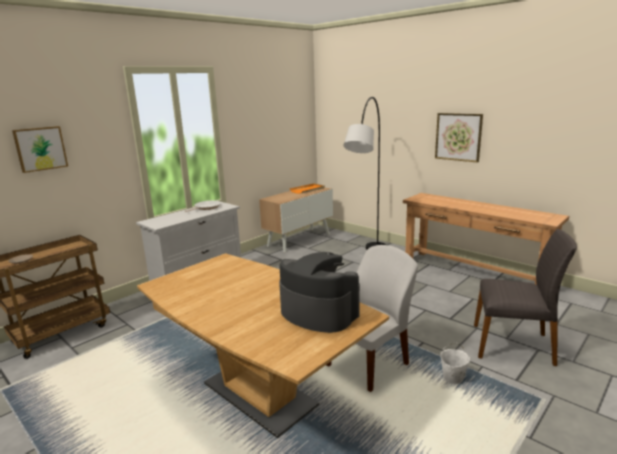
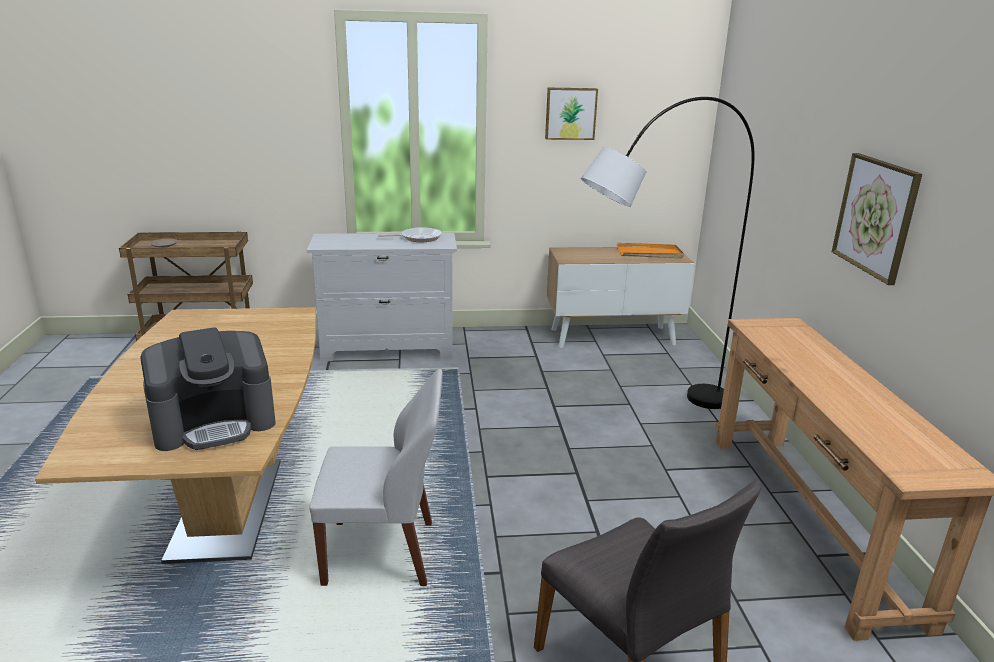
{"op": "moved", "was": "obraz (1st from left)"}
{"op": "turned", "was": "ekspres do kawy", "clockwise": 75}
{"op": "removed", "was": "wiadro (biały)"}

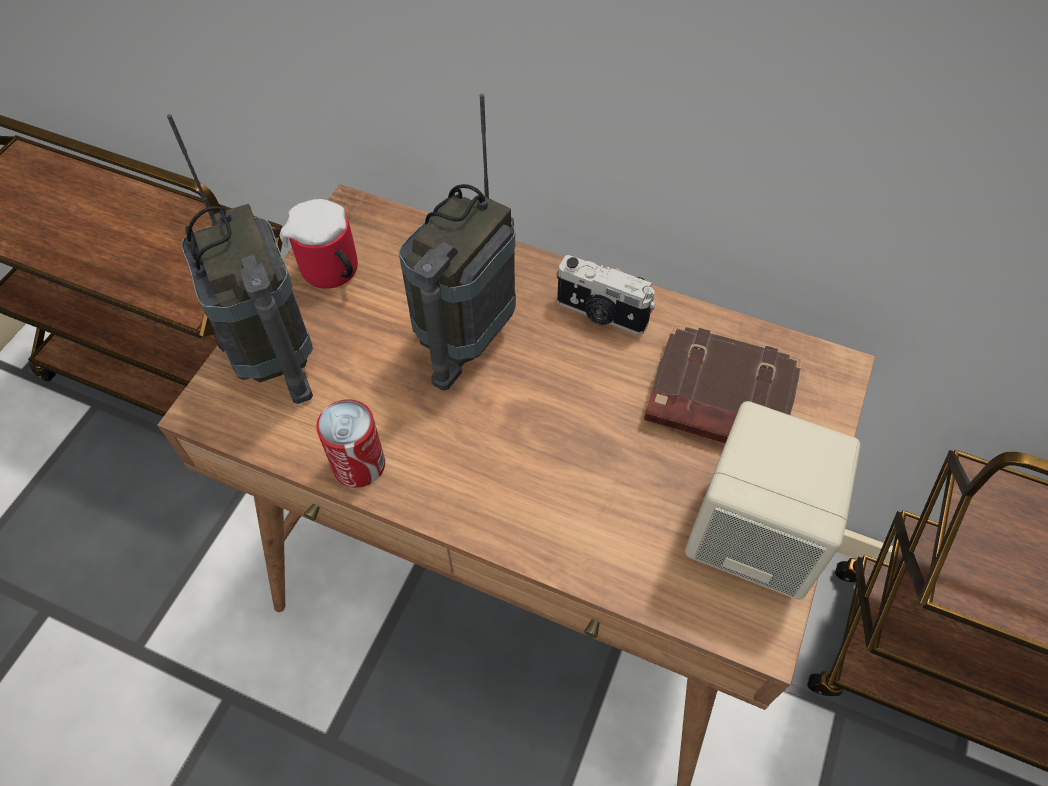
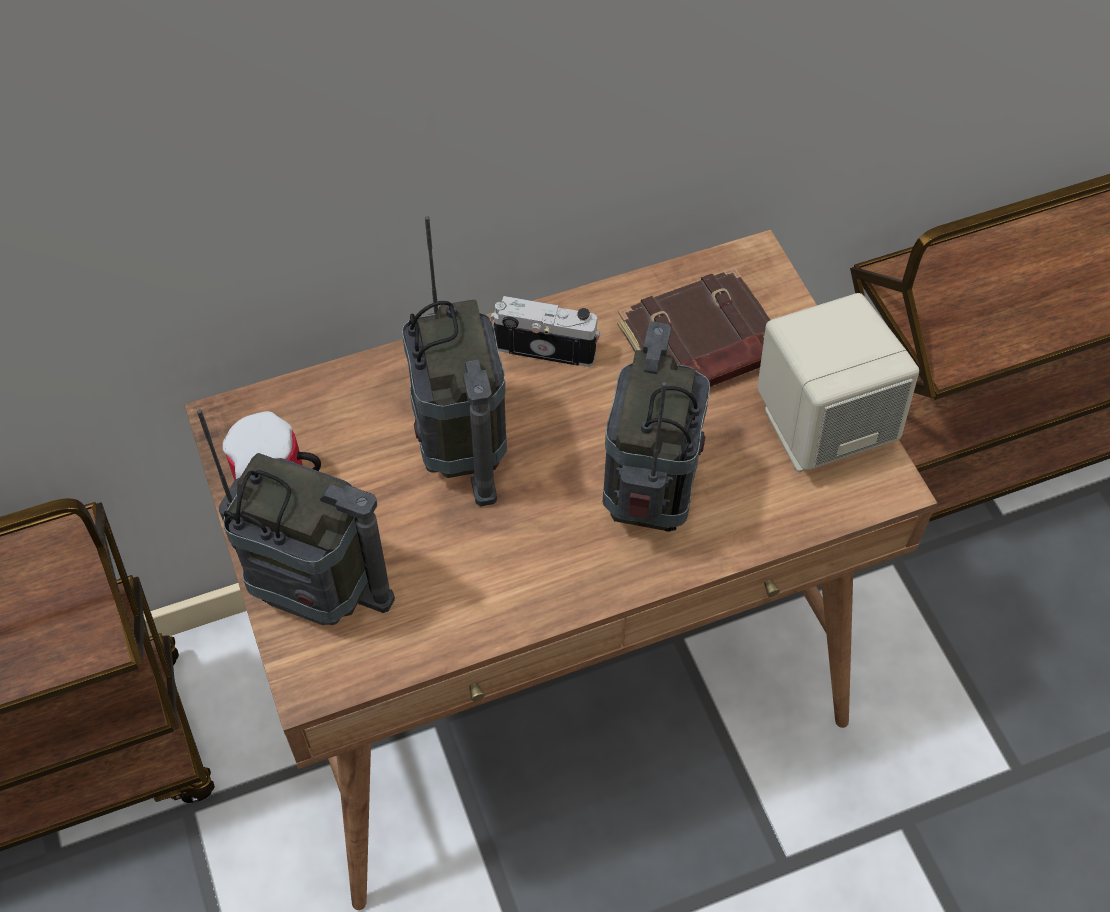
{"op": "turned", "was": "aparat fotograficzny", "clockwise": -150}
{"op": "removed", "was": "puszka"}
{"op": "added", "now": "radio (3rd from left)"}

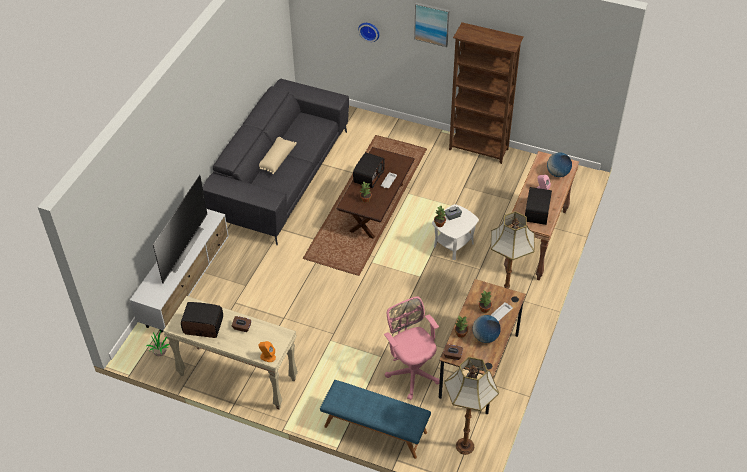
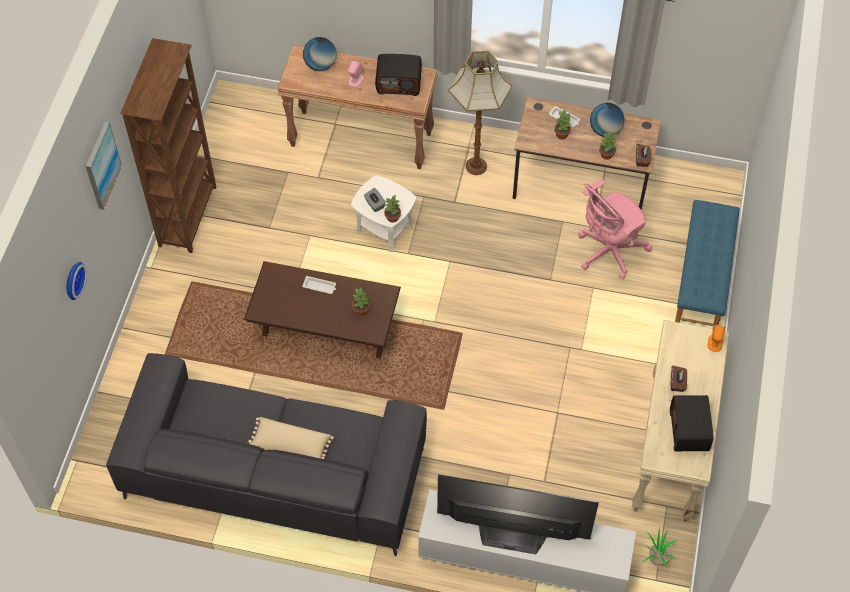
{"op": "removed", "was": "radio (2nd from left)"}
{"op": "removed", "was": "lampa stojąca (1st from left)"}

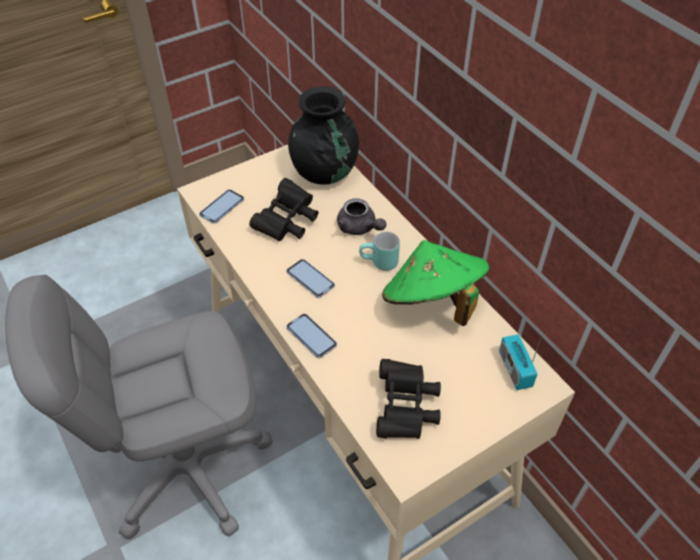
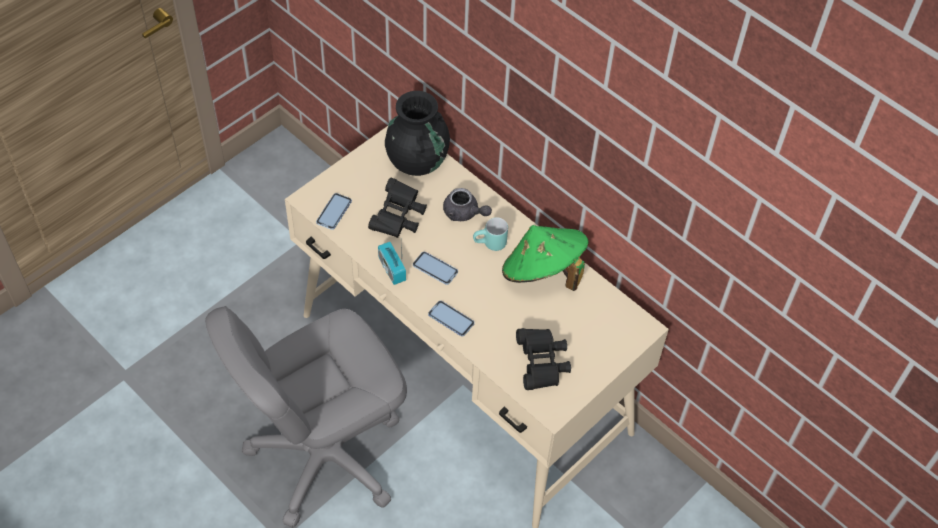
{"op": "moved", "was": "radio"}

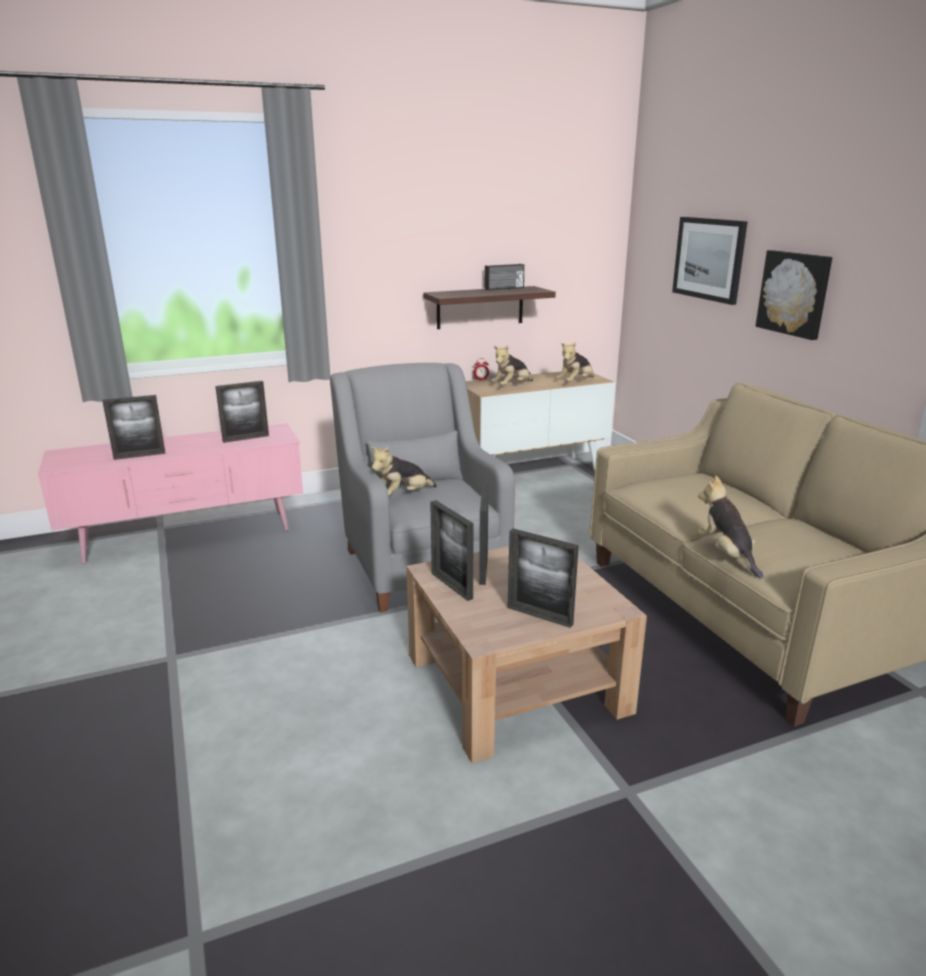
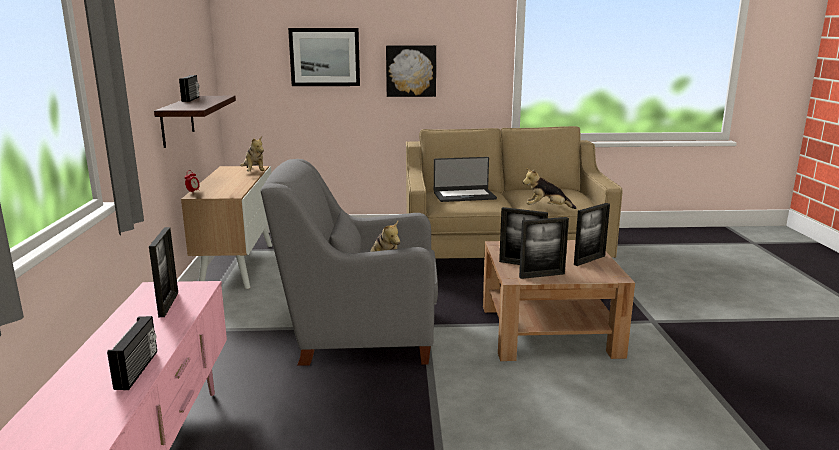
{"op": "removed", "was": "pluszak (2nd from left)"}
{"op": "replaced", "was": "ramka na zdjęcie (1st from left)", "now": "radio (1st from left)"}
{"op": "added", "now": "laptop"}

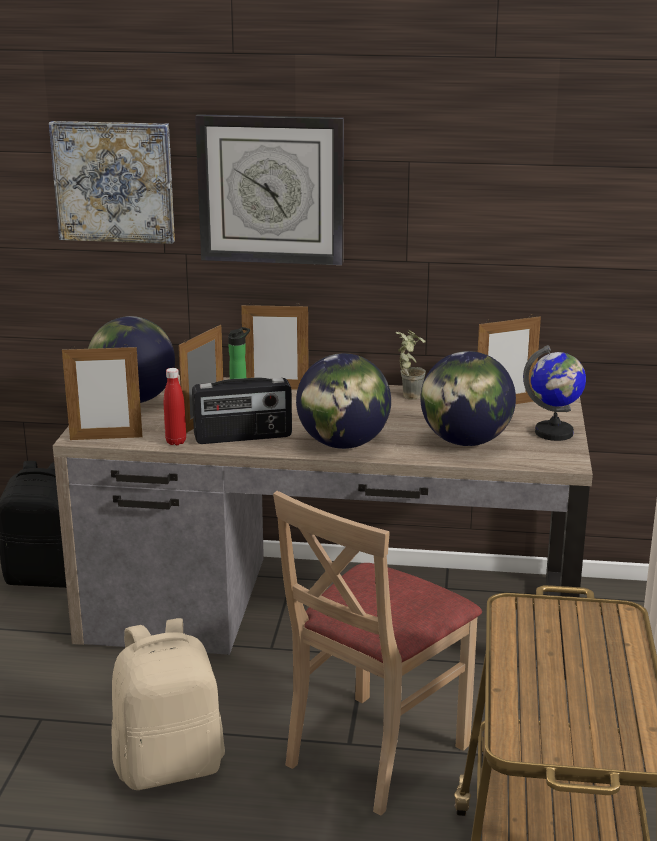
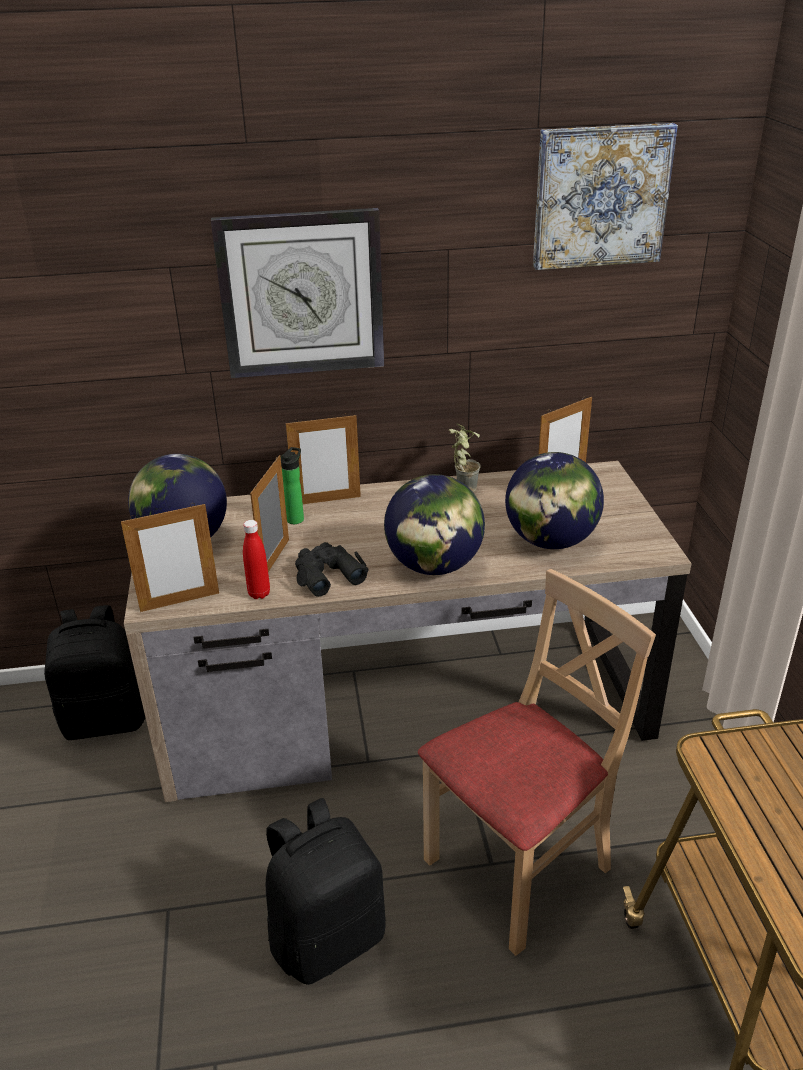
{"op": "moved", "was": "obraz"}
{"op": "removed", "was": "globus (4th from left)"}
{"op": "replaced", "was": "radio", "now": "lornetka (czarny)"}
{"op": "turned", "was": "krzesło (beżowy)", "clockwise": -150}
{"op": "recoloured", "was": "plecak (beżowy)", "now": "plecak (czarny) (2nd from left)"}

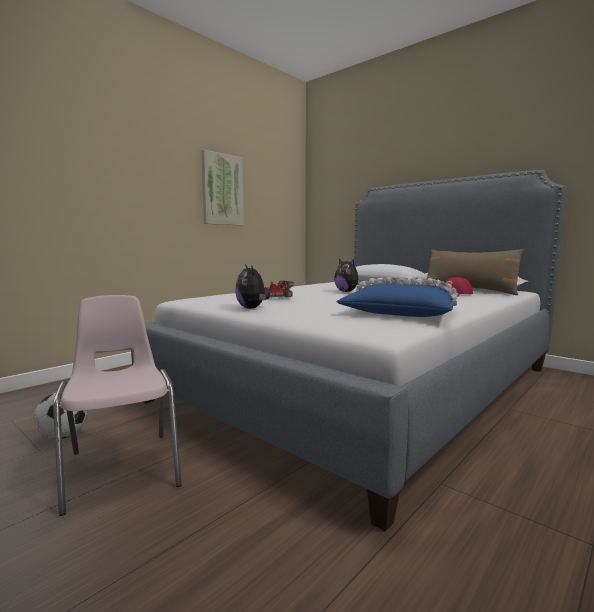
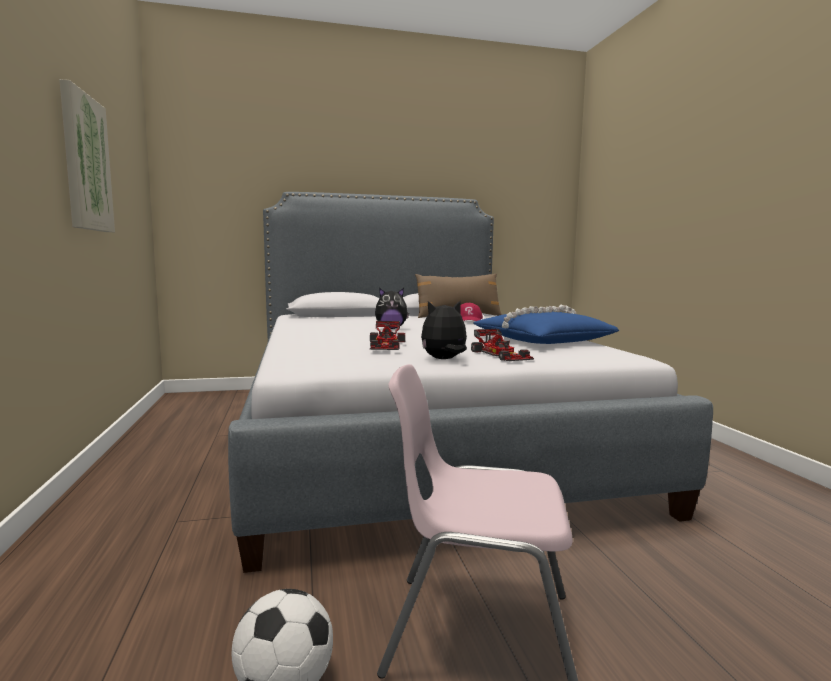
{"op": "turned", "was": "pluszak (1st from left in the first image)", "clockwise": 150}
{"op": "added", "now": "samochodzik (2nd from left)"}

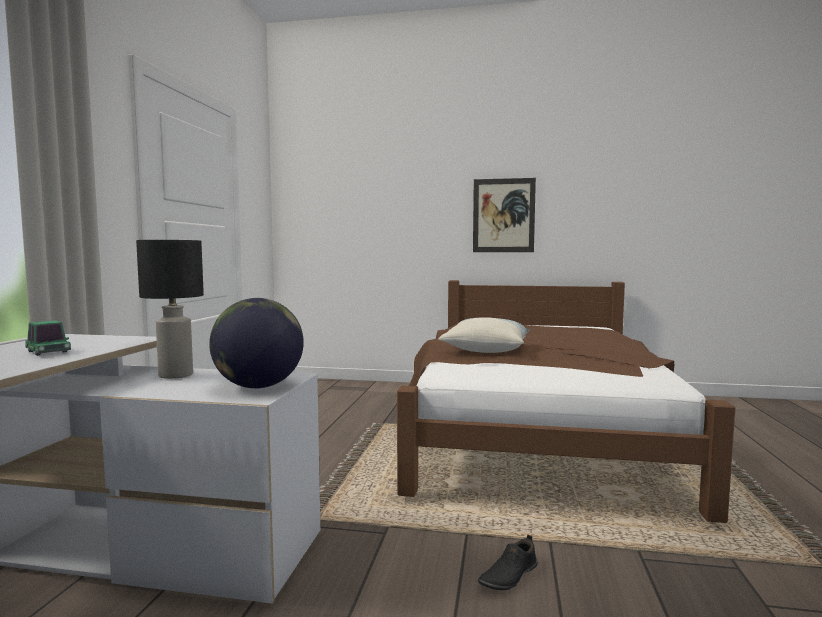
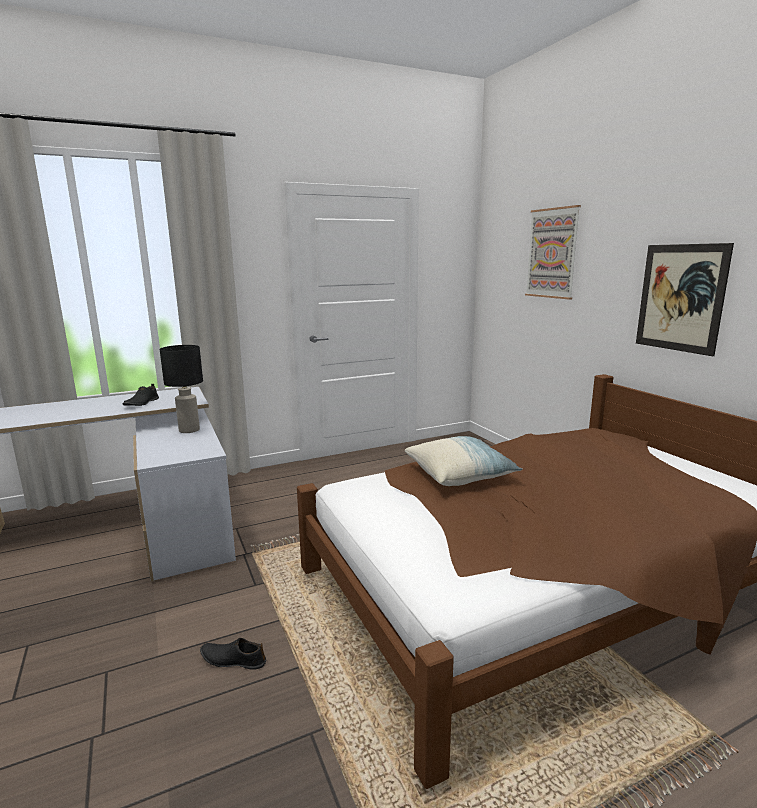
{"op": "removed", "was": "globus"}
{"op": "replaced", "was": "samochodzik", "now": "but (czarny) (1st from left)"}
{"op": "added", "now": "obraz (1st from left)"}

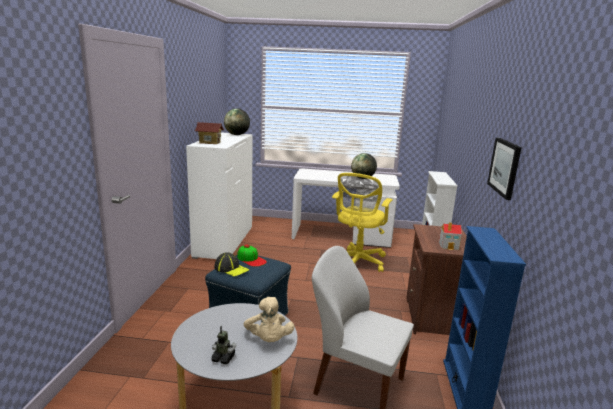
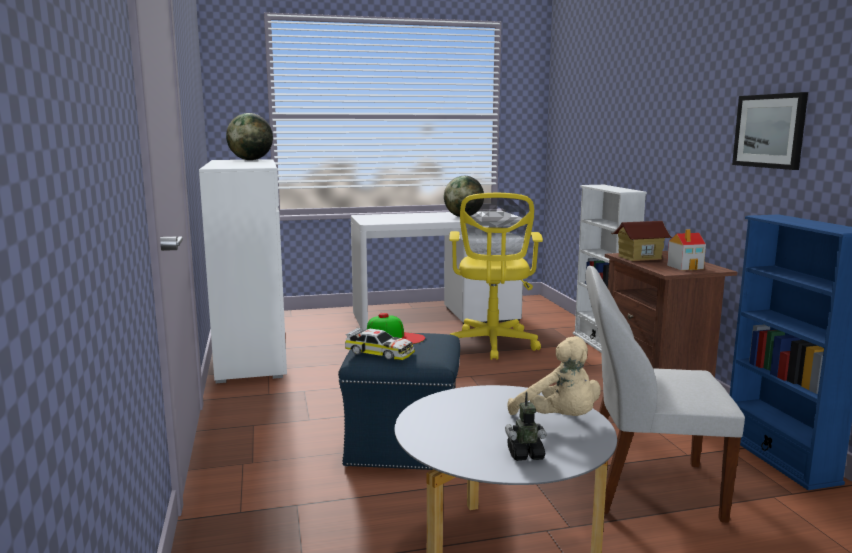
{"op": "moved", "was": "domek (1st from left)"}
{"op": "replaced", "was": "czapka z daszkiem (1st from left)", "now": "samochodzik"}

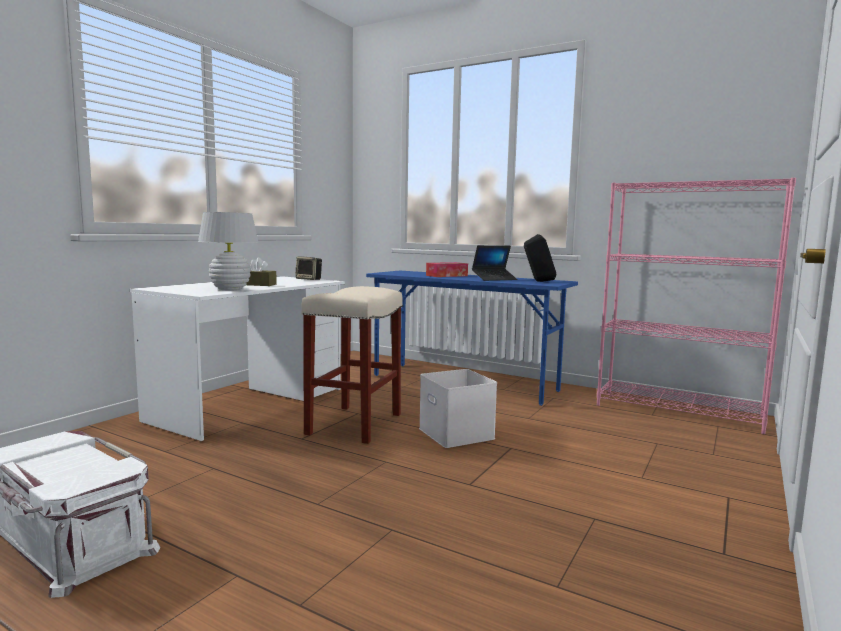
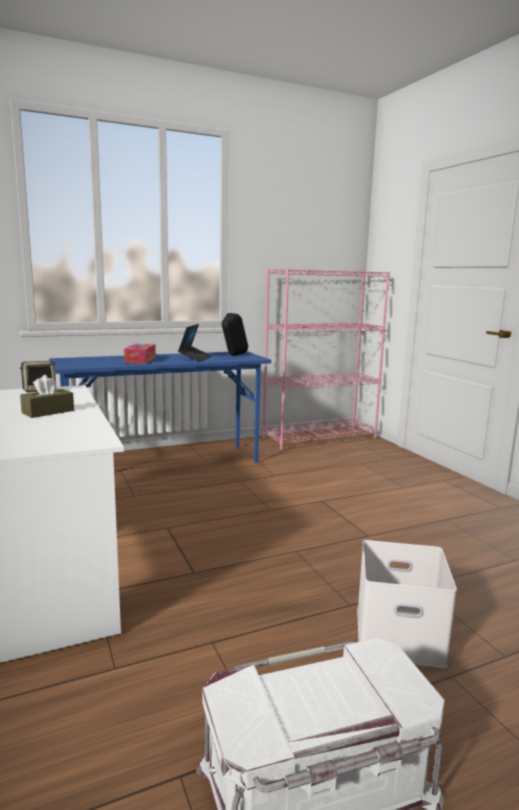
{"op": "removed", "was": "lampa stołowa (biały)"}
{"op": "removed", "was": "stołek (beżowy)"}
{"op": "moved", "was": "pojemnik do przechowywania (biały) (2nd from left)"}

